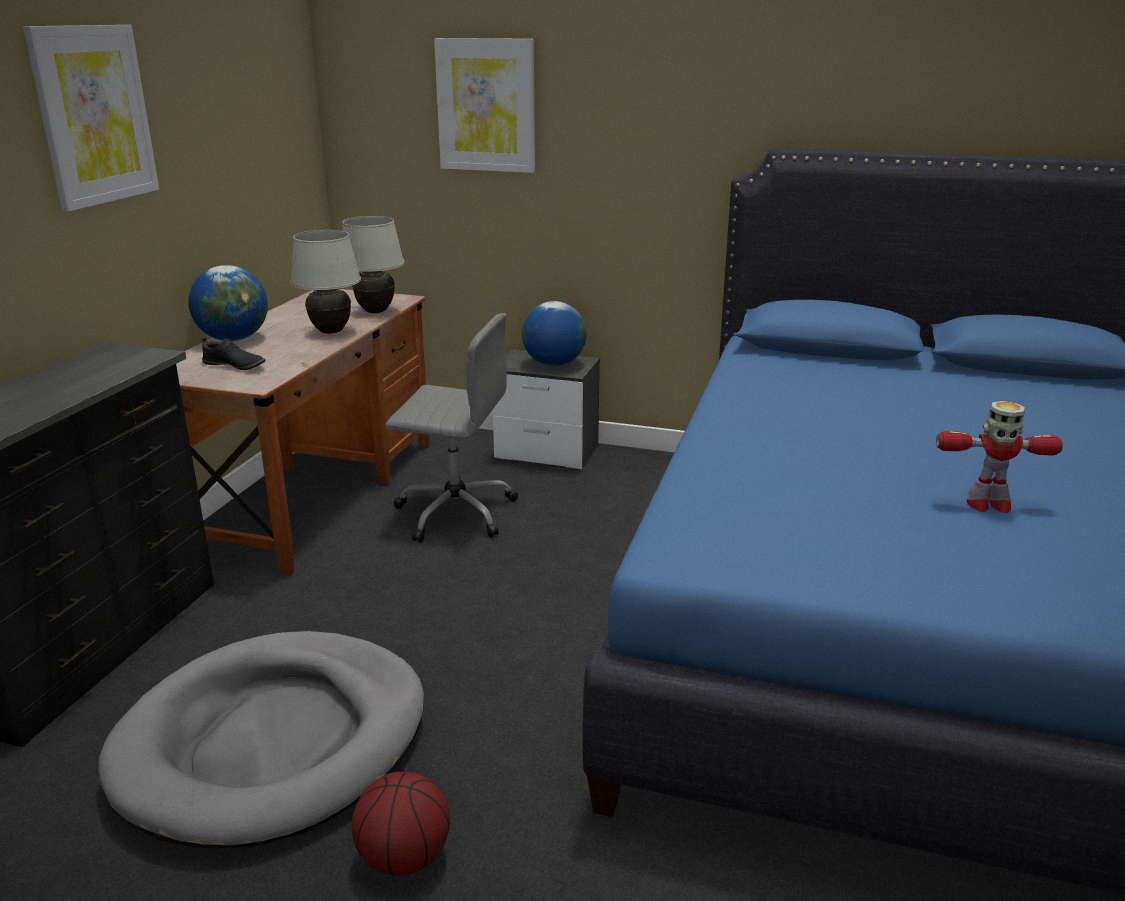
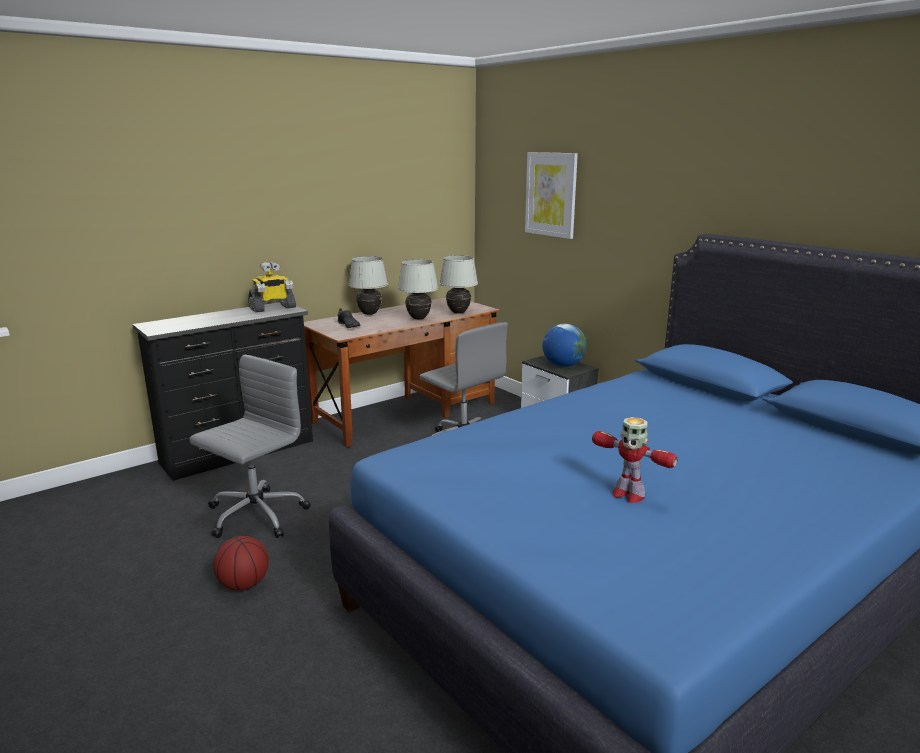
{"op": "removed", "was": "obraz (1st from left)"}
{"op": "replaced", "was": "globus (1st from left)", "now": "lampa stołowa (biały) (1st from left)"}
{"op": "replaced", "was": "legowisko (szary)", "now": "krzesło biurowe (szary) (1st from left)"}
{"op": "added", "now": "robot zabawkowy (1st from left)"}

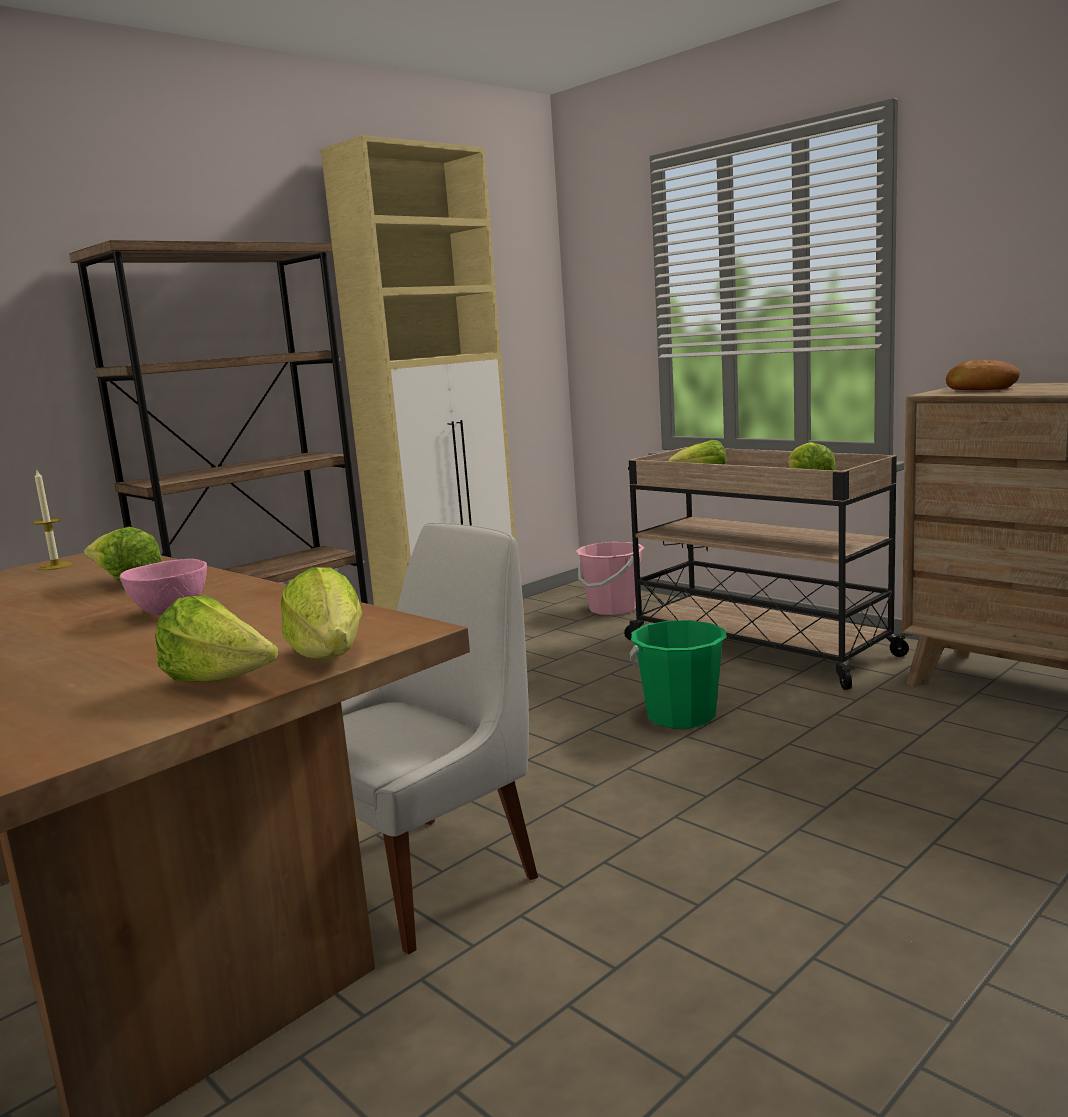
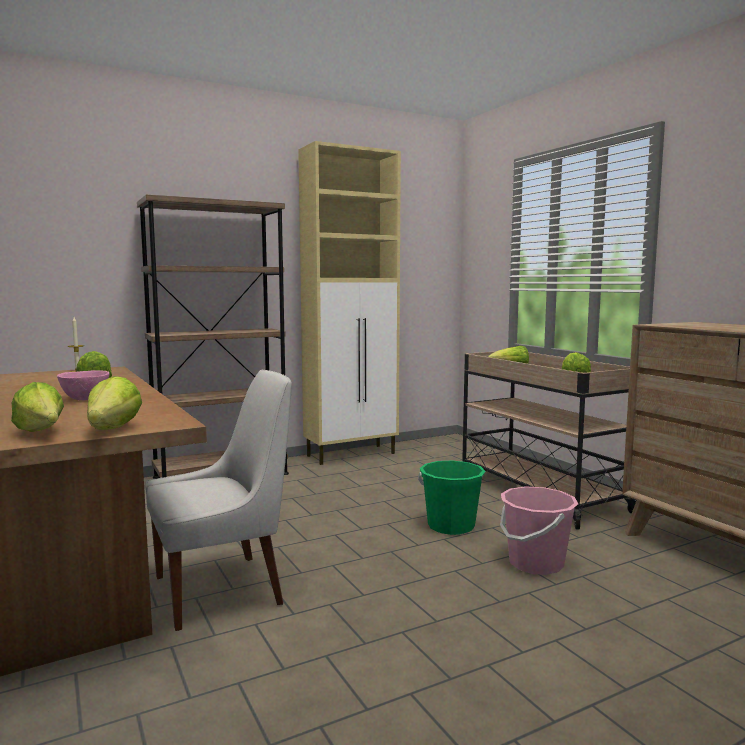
{"op": "removed", "was": "chleb"}
{"op": "moved", "was": "wiadro (różowy)"}

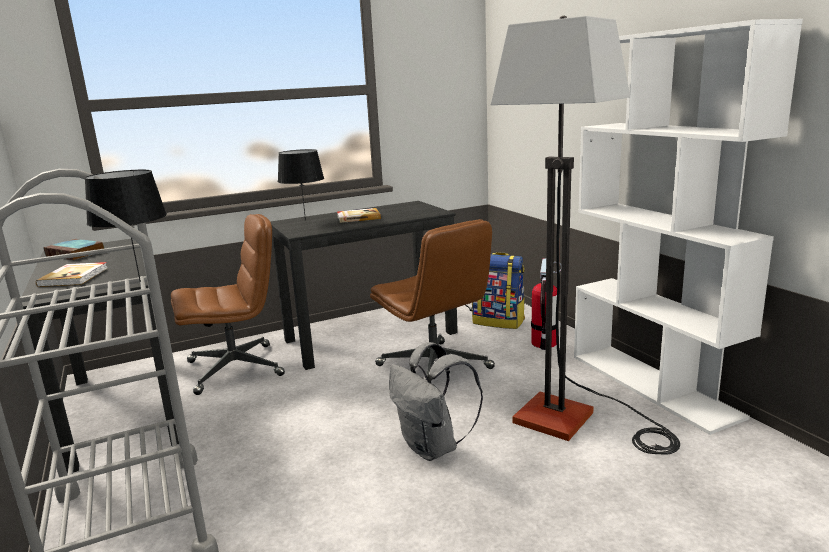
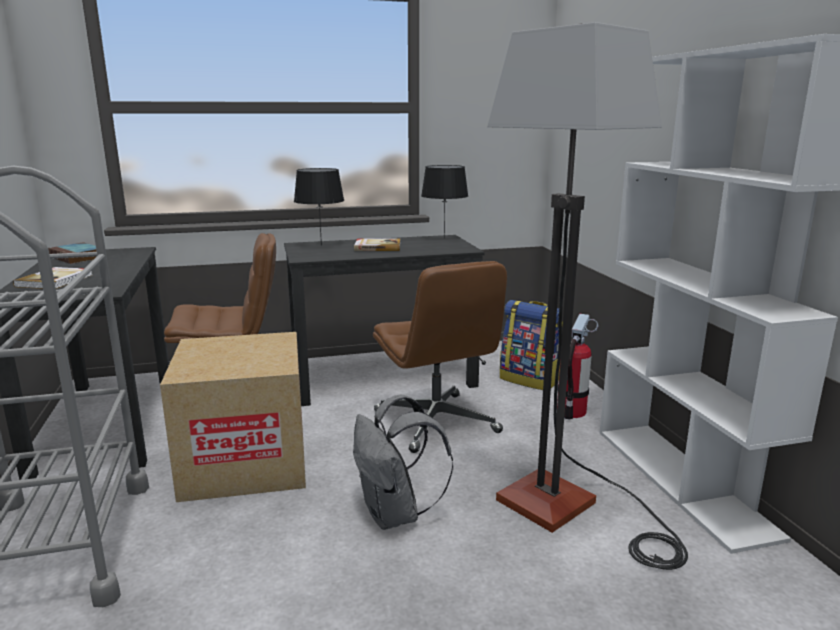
{"op": "moved", "was": "lampa stołowa (czarny) (1st from left in the first image)", "now": "lampa stołowa (czarny) (2nd from left)"}
{"op": "added", "now": "karton"}

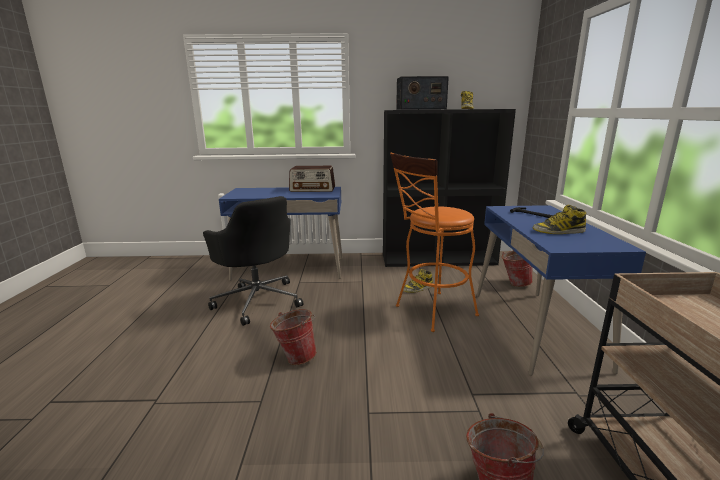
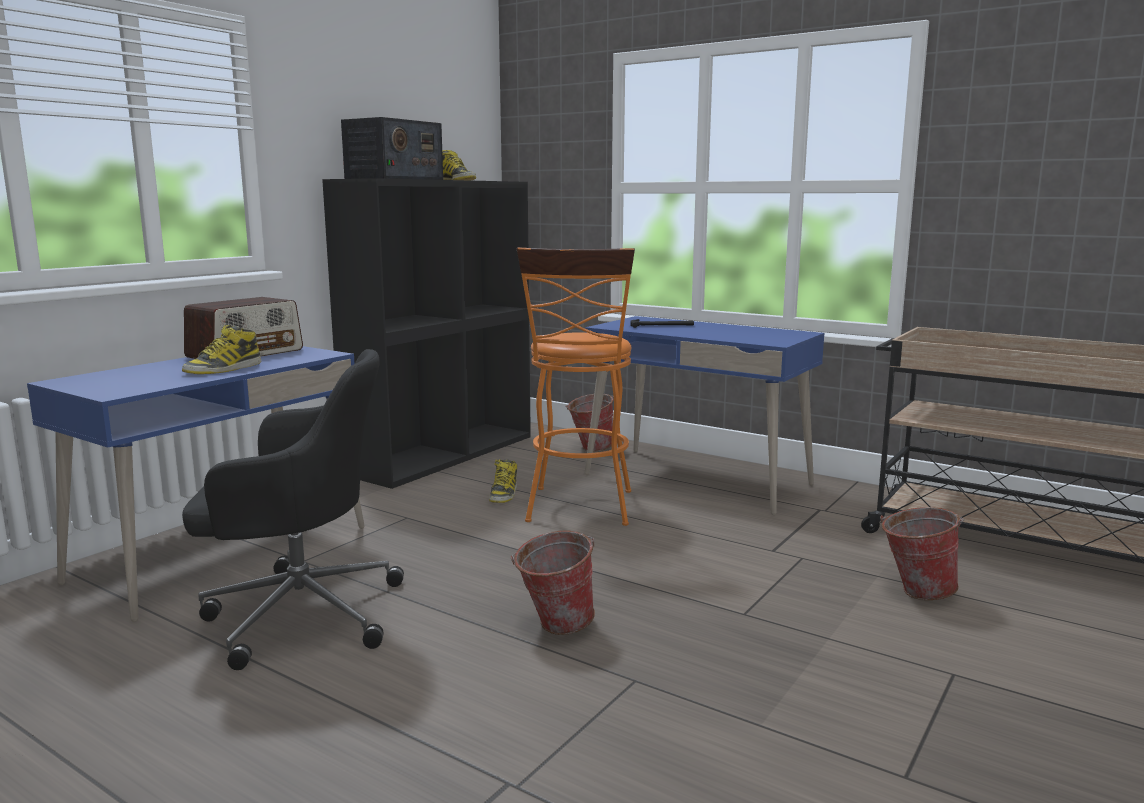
{"op": "moved", "was": "but z cholewką (3rd from left in the first image)", "now": "but z cholewką (1st from left)"}

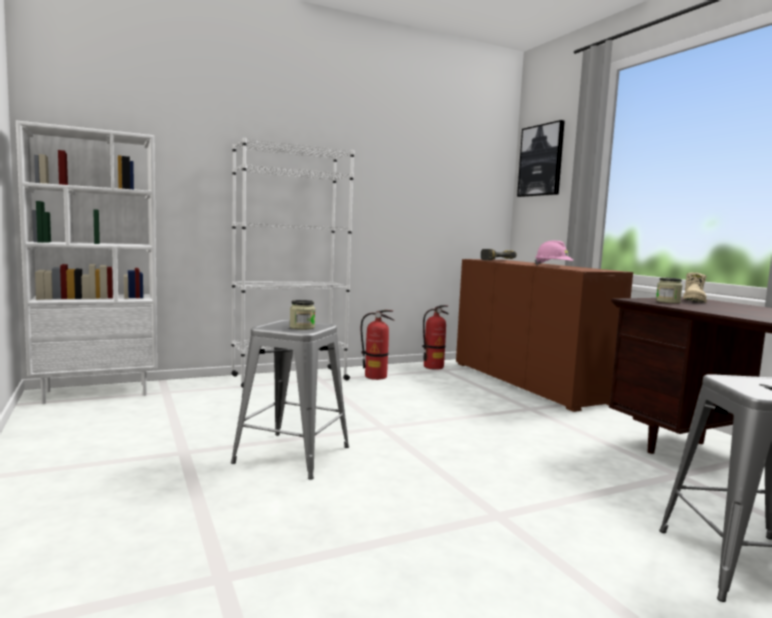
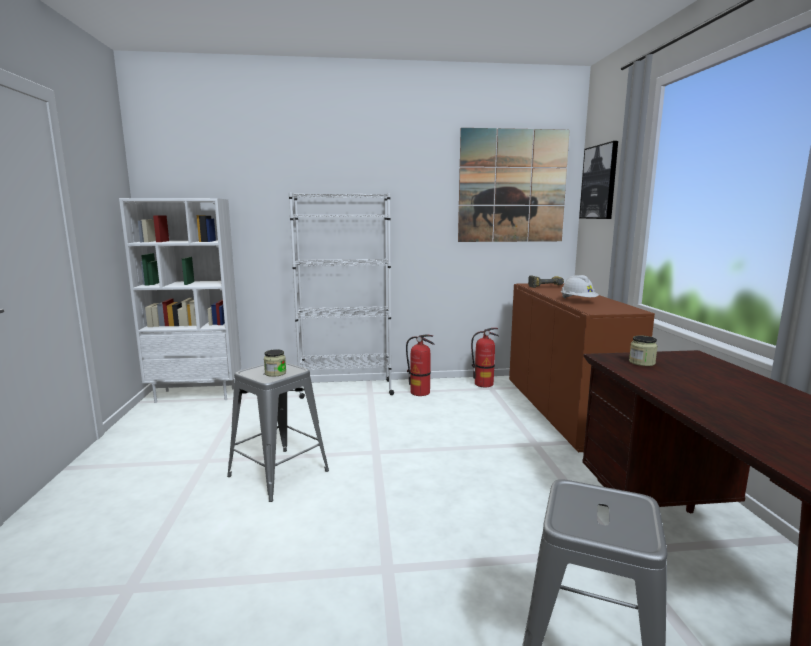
{"op": "recoloured", "was": "kask (różowy)", "now": "kask (biały)"}
{"op": "removed", "was": "but z cholewką (beżowy)"}
{"op": "added", "now": "obraz (1st from left)"}

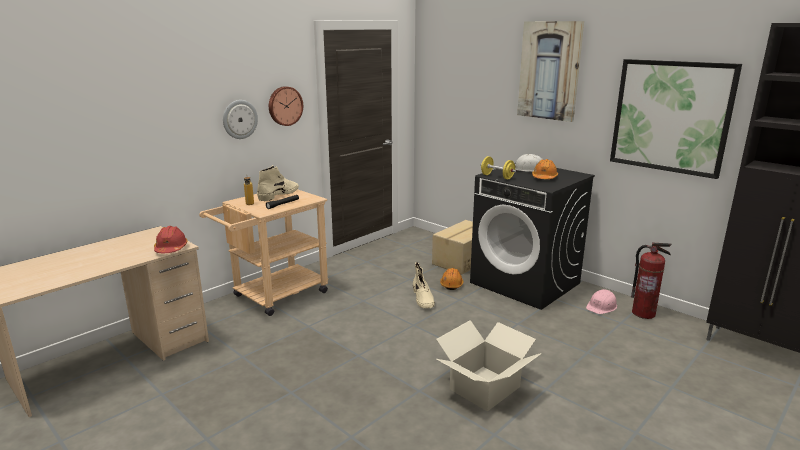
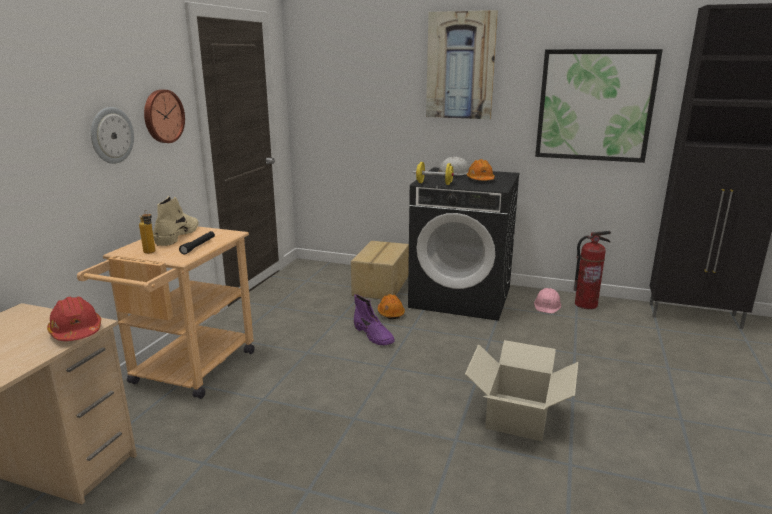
{"op": "recoloured", "was": "but z cholewką (beżowy) (2nd from left)", "now": "but z cholewką (fioletowy)"}

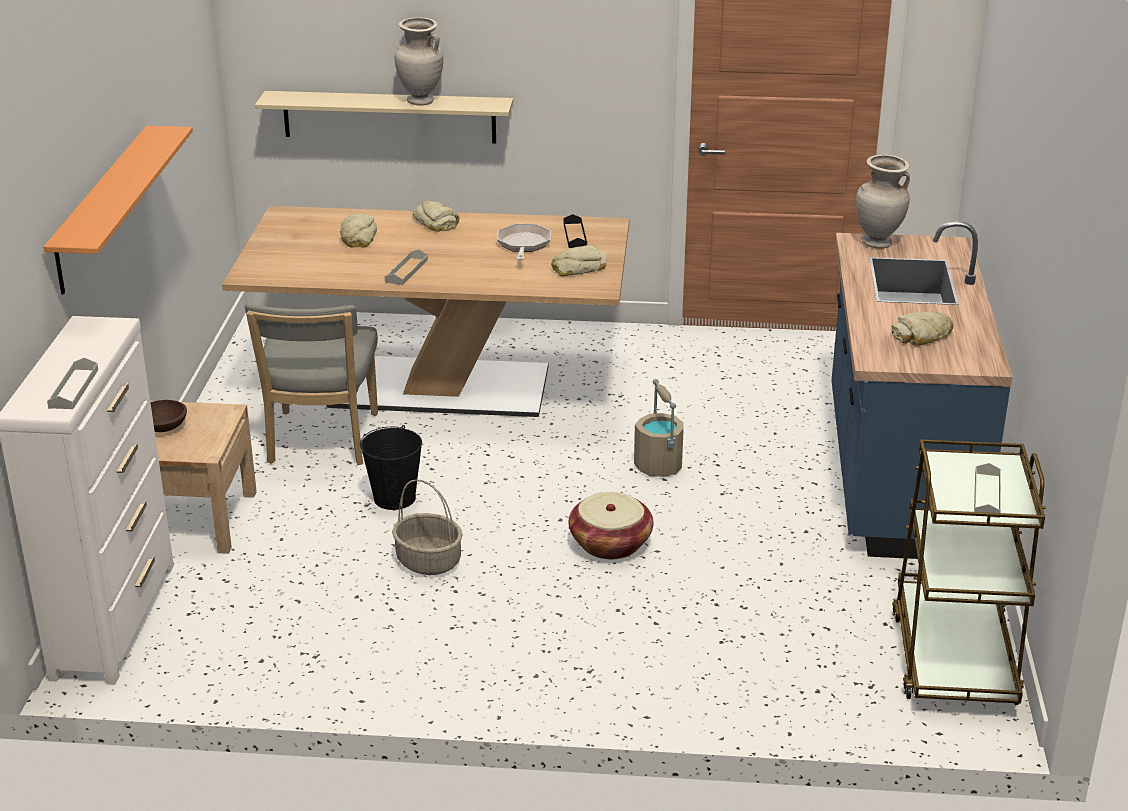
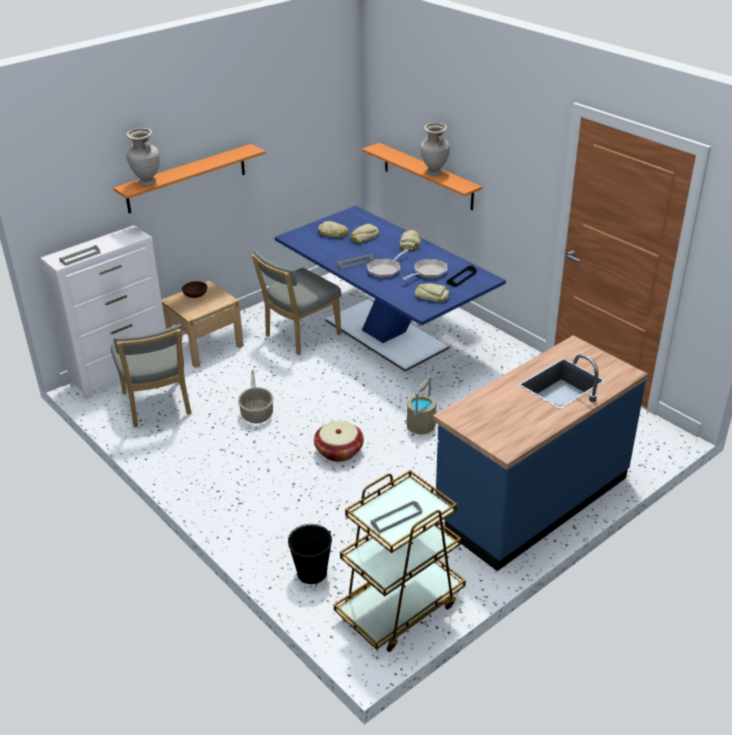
{"op": "recoloured", "was": "półka (beżowy)", "now": "półka (pomarańczowy) (2nd from left)"}
{"op": "moved", "was": "wazon (beżowy) (2nd from left in the first image)", "now": "wazon (beżowy) (1st from left)"}
{"op": "recoloured", "was": "stół jadalny (beżowy)", "now": "stół jadalny (niebieski)"}
{"op": "moved", "was": "chleb (4th from left in the first image)", "now": "chleb (1st from left)"}
{"op": "moved", "was": "wiadro (czarny)"}
{"op": "added", "now": "patelnia (1st from left)"}
{"op": "added", "now": "krzesło (szary) (1st from left)"}

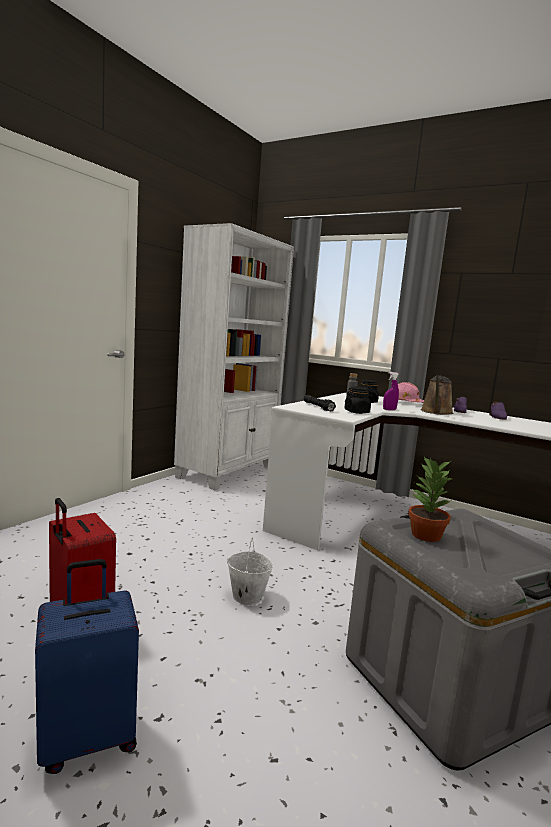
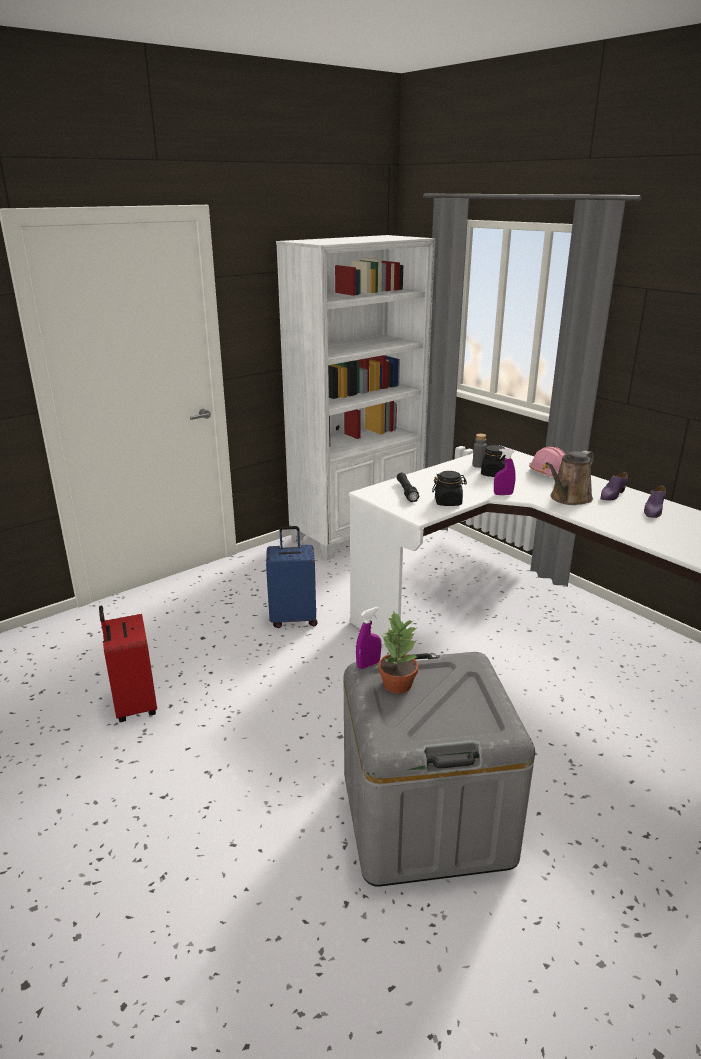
{"op": "removed", "was": "wiadro (biały)"}
{"op": "moved", "was": "walizka (niebieski)"}
{"op": "added", "now": "spryskiwacz (fioletowy) (1st from left)"}

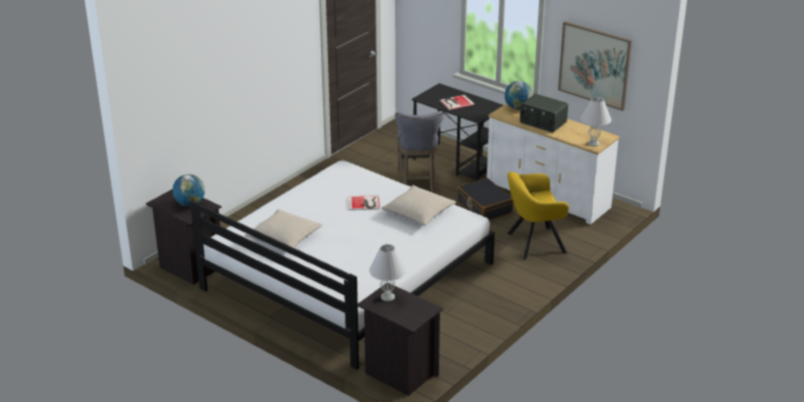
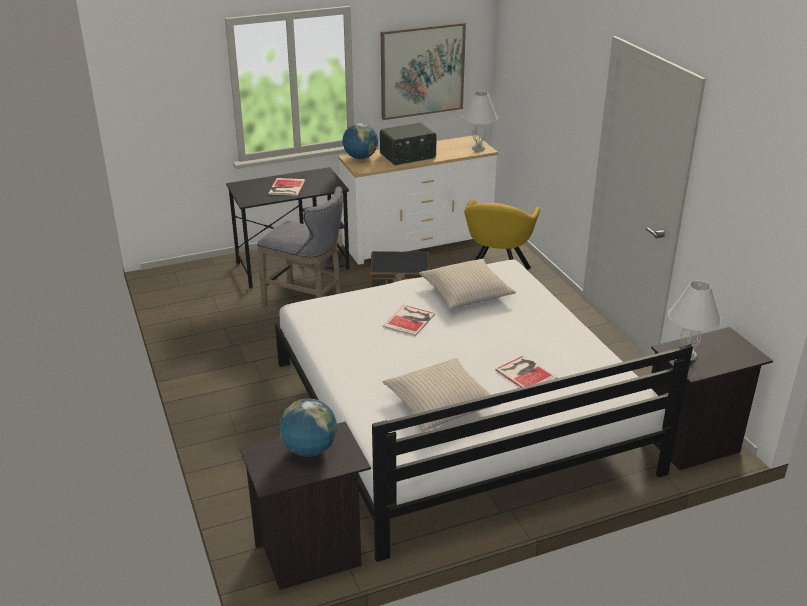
{"op": "added", "now": "książka (3rd from left)"}

